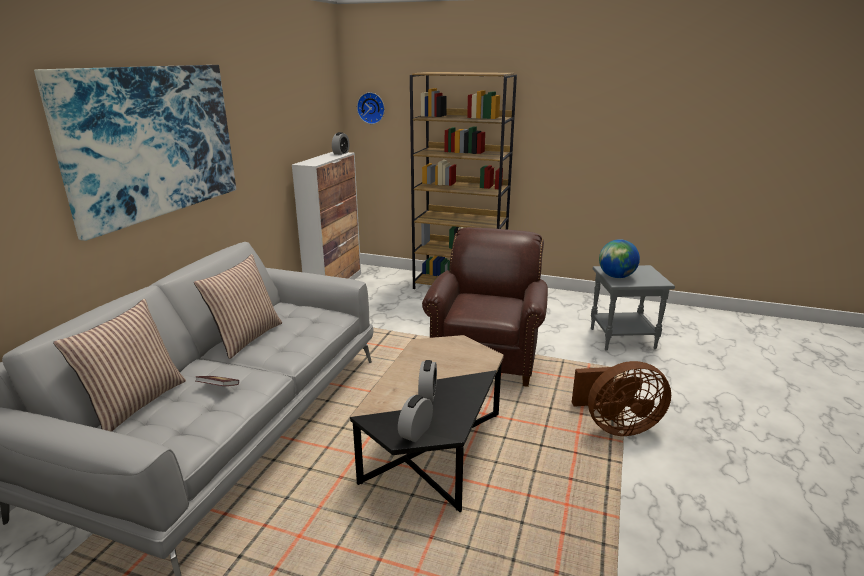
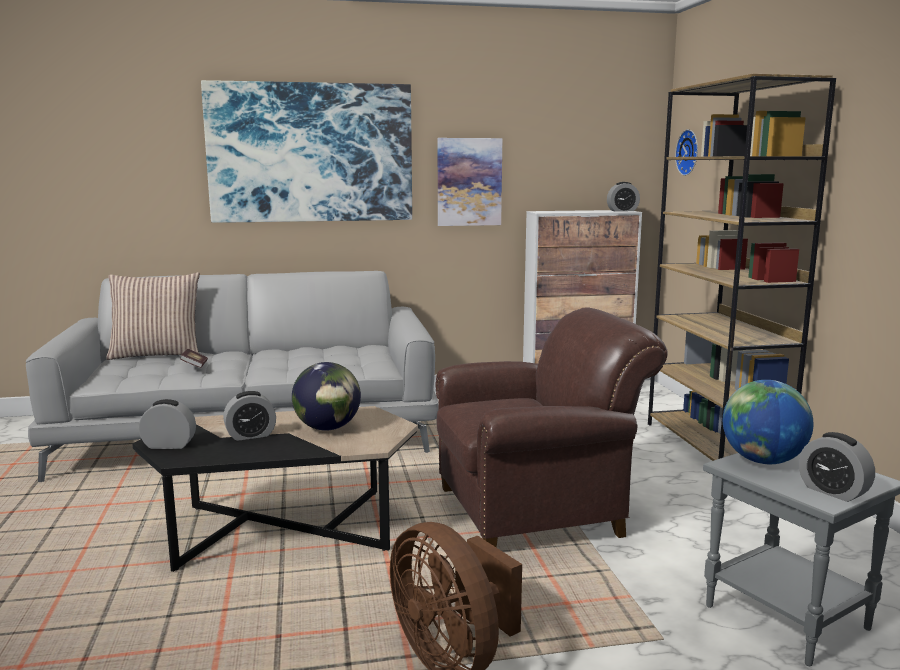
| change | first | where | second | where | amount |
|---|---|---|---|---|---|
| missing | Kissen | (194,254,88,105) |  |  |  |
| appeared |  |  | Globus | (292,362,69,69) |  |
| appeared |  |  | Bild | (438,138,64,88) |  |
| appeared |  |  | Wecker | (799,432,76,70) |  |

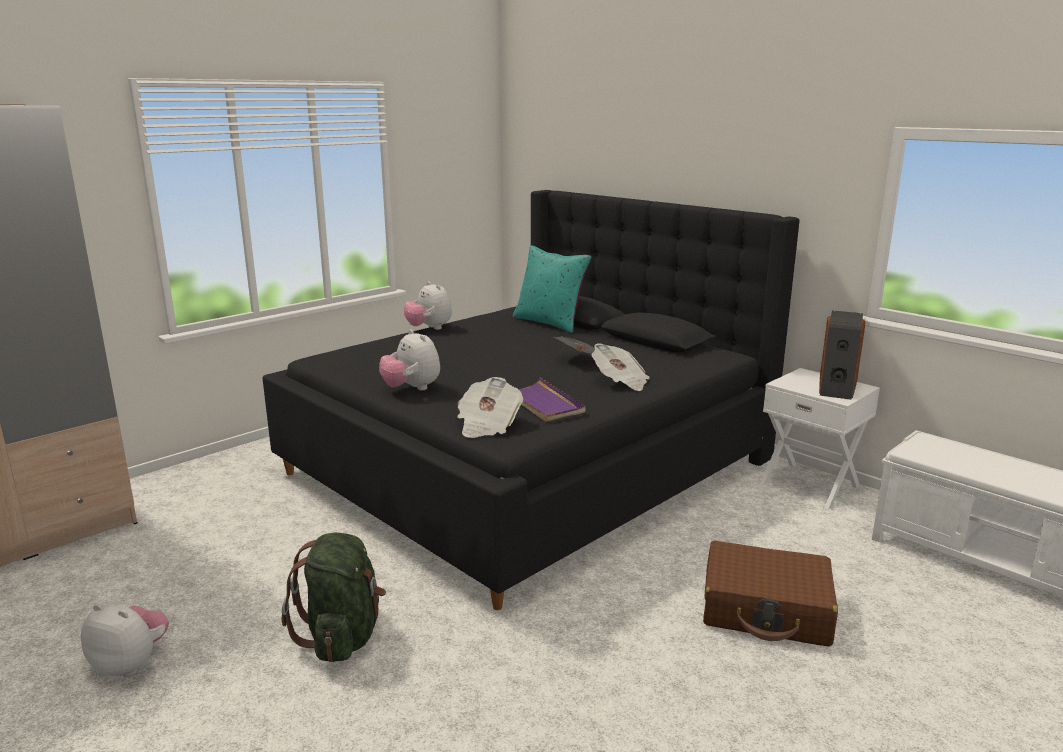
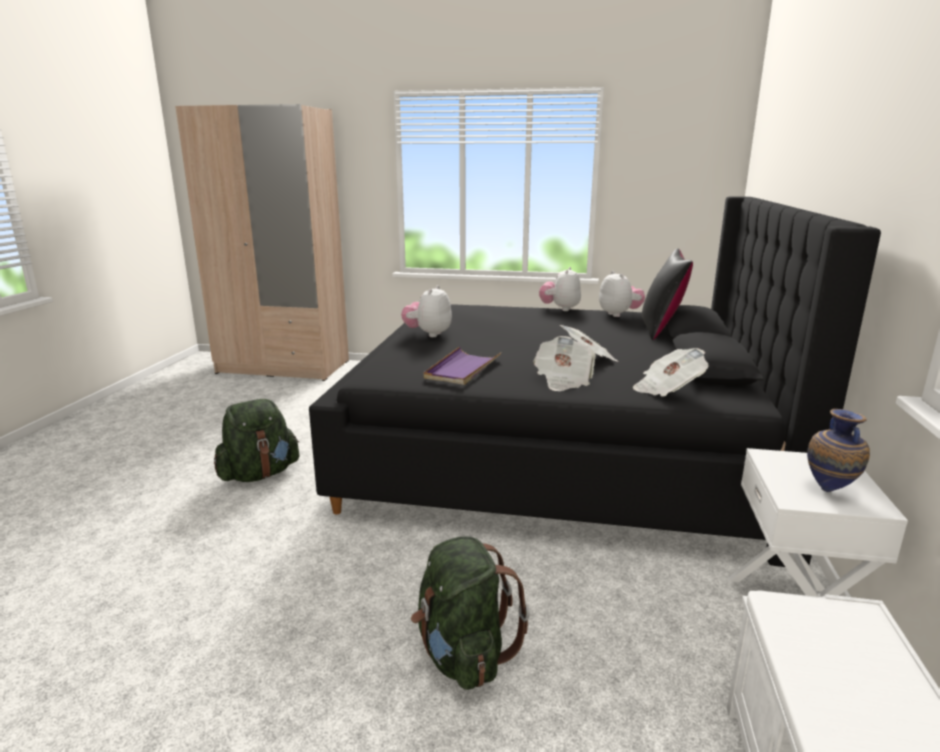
| change | first | where | second | where | amount |
|---|---|---|---|---|---|
| relocated | Plüschtier | (81,604,88,73) |  | (599,271,46,46) |  |
| relocated | Zeitung | (457,377,66,61) |  | (633,348,76,49) |  |
| exchanged | Koffer/braun | (703,541,135,106) | Rucksack/grün | (411,536,119,154) |  |
| exchanged | Lautsprecher | (819,311,46,89) | Vase | (807,409,63,83) |  |
| colour | Kissen/türkis | (513,245,79,88) | Kissen/schwarz | (642,248,51,92) |  |

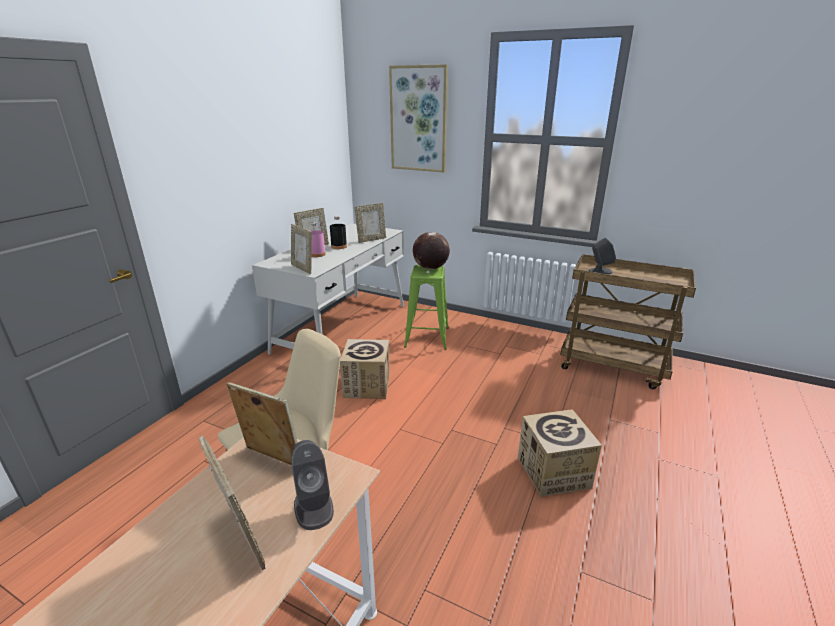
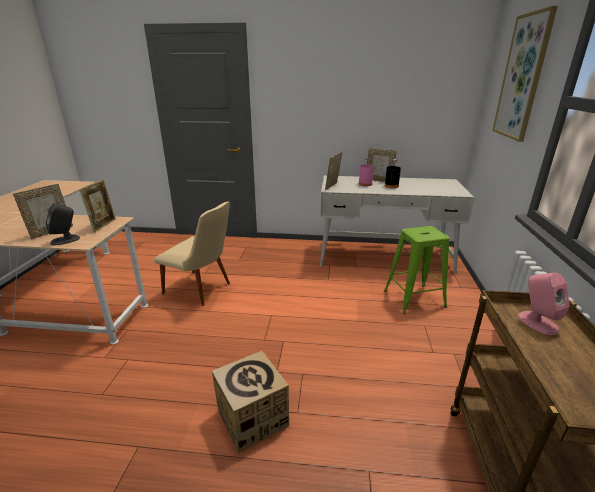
| change | first | where | second | where | amount |
|---|---|---|---|---|---|
| missing | Karton | (340,339,49,60) |  |  |  |
| missing | Bilderrahmen | (354,203,32,40) |  |  |  |
| missing | Globus | (413,232,37,37) |  |  |  |
| colour | Lautsprecher/grau | (589,238,27,36) | Lautsprecher/rosa | (517,273,52,62) |  |

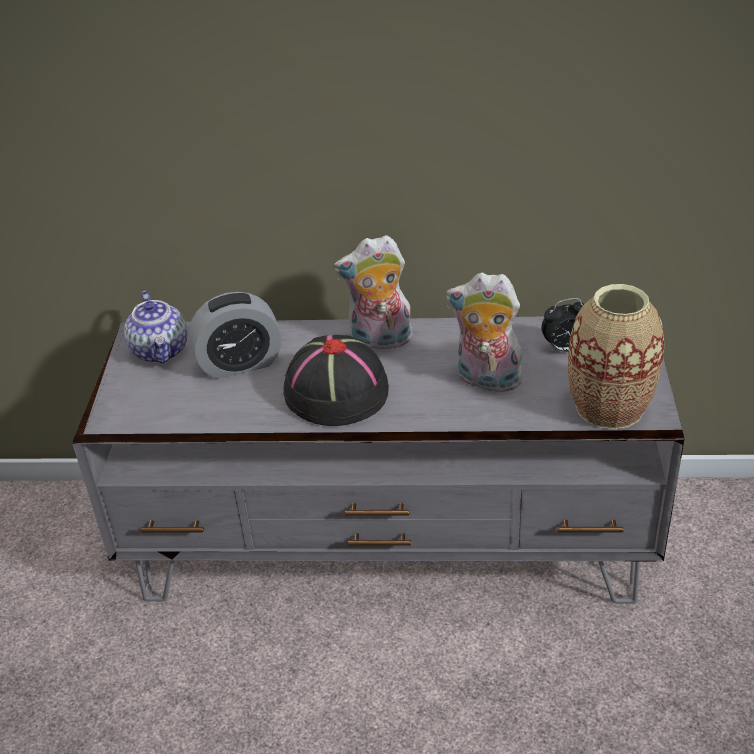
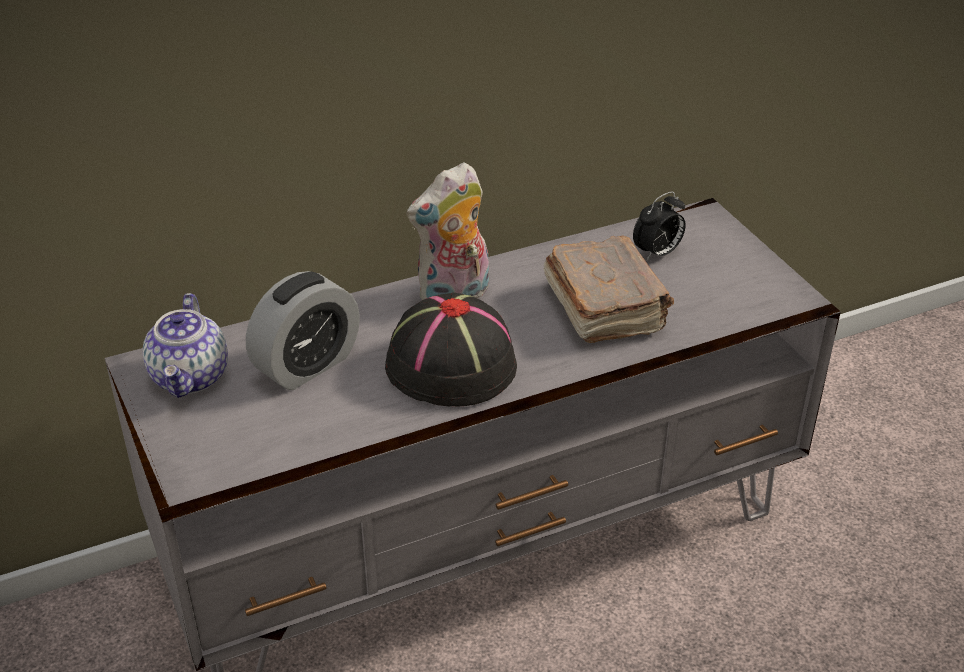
| change | first | where | second | where | amount |
|---|---|---|---|---|---|
| missing | Vase | (568,284,97,146) |  |  |  |
| exchanged | Plüschtier | (446,273,77,119) | Buch/braun | (543,235,131,108) |  |
| spun | Teekanne | (124,291,63,72) |  | (143,293,85,105) | 45 degrees clockwise |

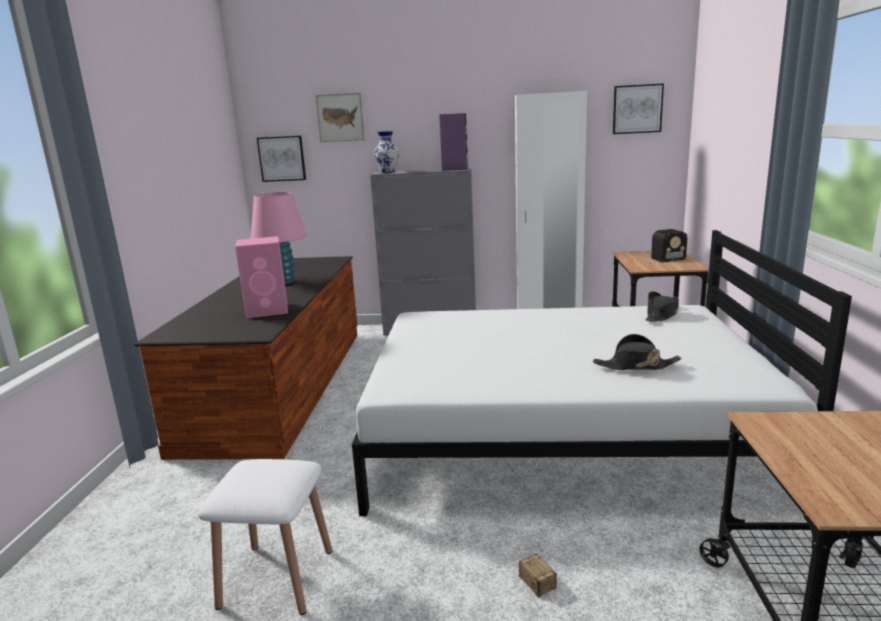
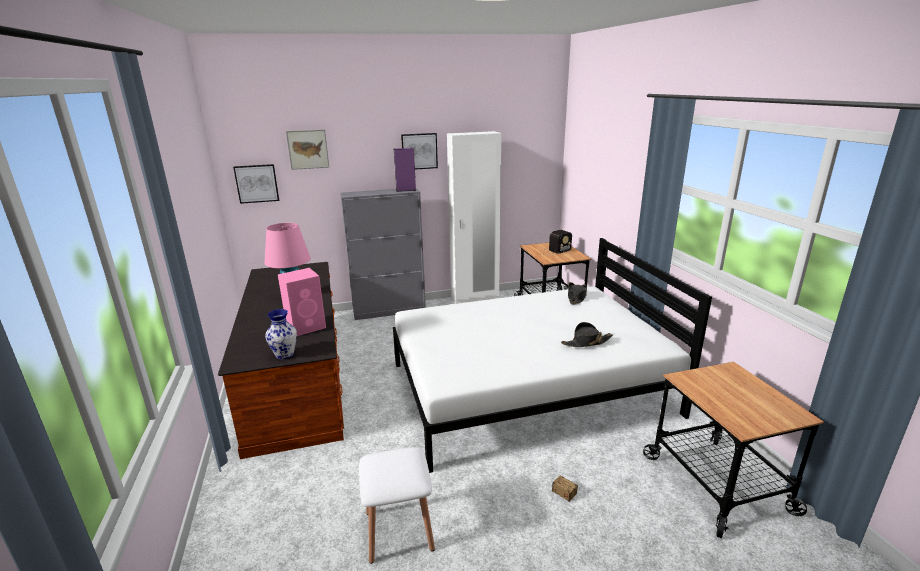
| change | first | where | second | where | amount |
|---|---|---|---|---|---|
| relocated | Vase | (374,131,25,42) |  | (265,309,32,50) |  |
| relocated | Bild | (613,84,51,50) |  | (401,133,37,37) |  |

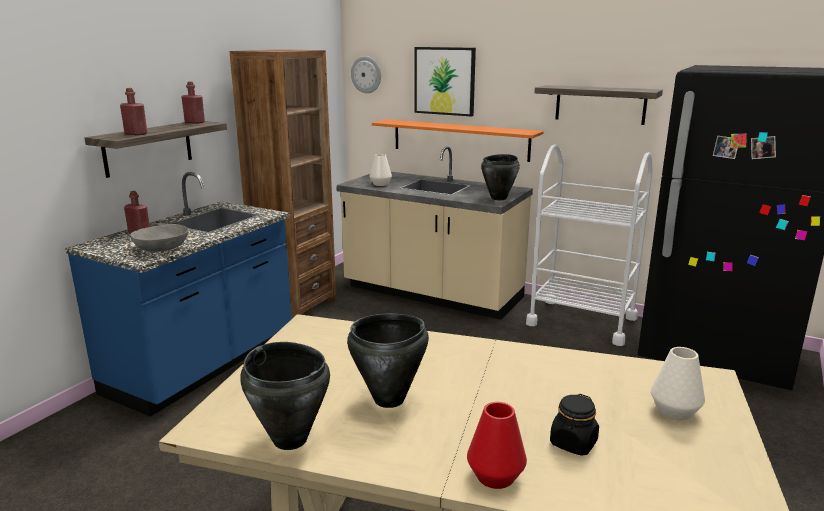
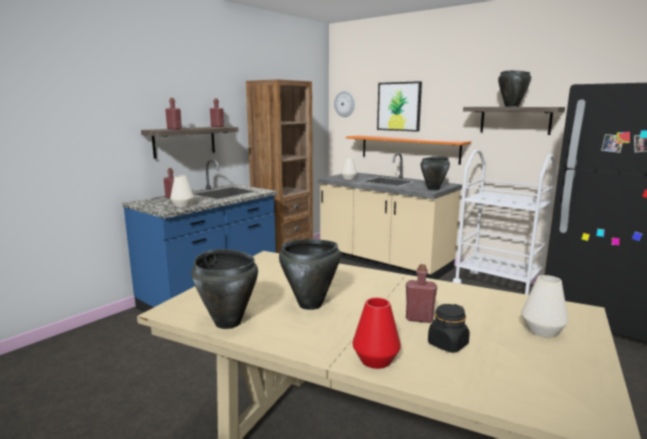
| change | first | where | second | where | amount |
|---|---|---|---|---|---|
| appeared |  |  | Flasche/rot | (406,264,31,59) |  |
| appeared |  |  | Kochtopf/schwarz | (498,70,33,37) |  |
| exchanged | Schüssel/grau | (130,224,59,28) | Vase/weiß | (170,176,24,31) |  |

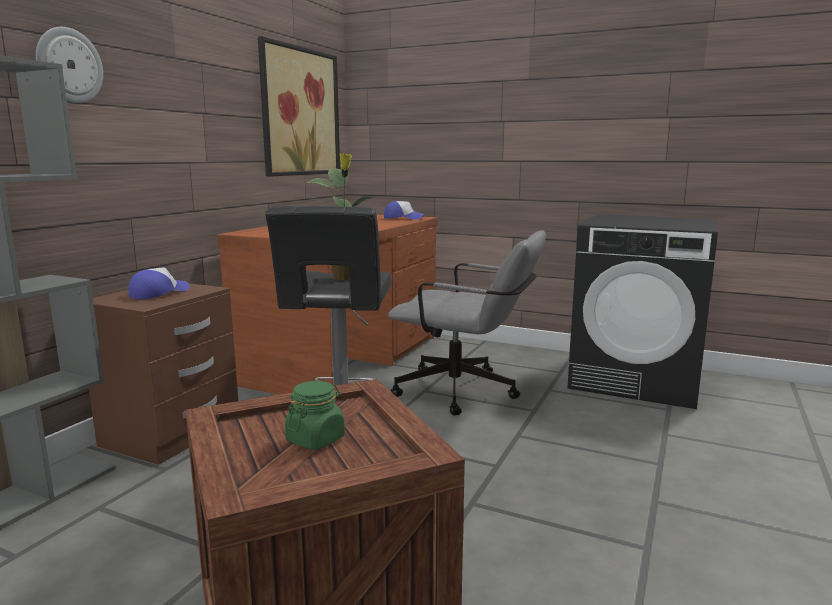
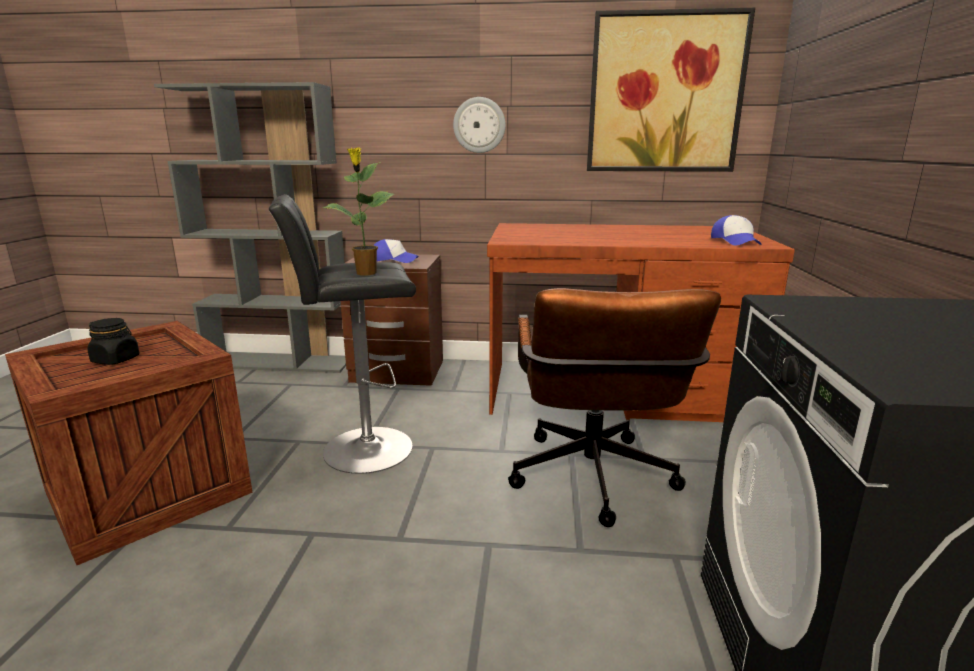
| change | first | where | second | where | amount |
|---|---|---|---|---|---|
| relocated | Wanduhr | (36,27,67,76) |  | (453,97,53,56) |  |
| colour | Vorratsglas/grün | (285,381,60,69) | Vorratsglas/schwarz | (88,318,51,47) |  |
| colour | Bürostuhl/grau | (388,230,158,186) | Bürostuhl/braun | (508,288,213,239) |  |

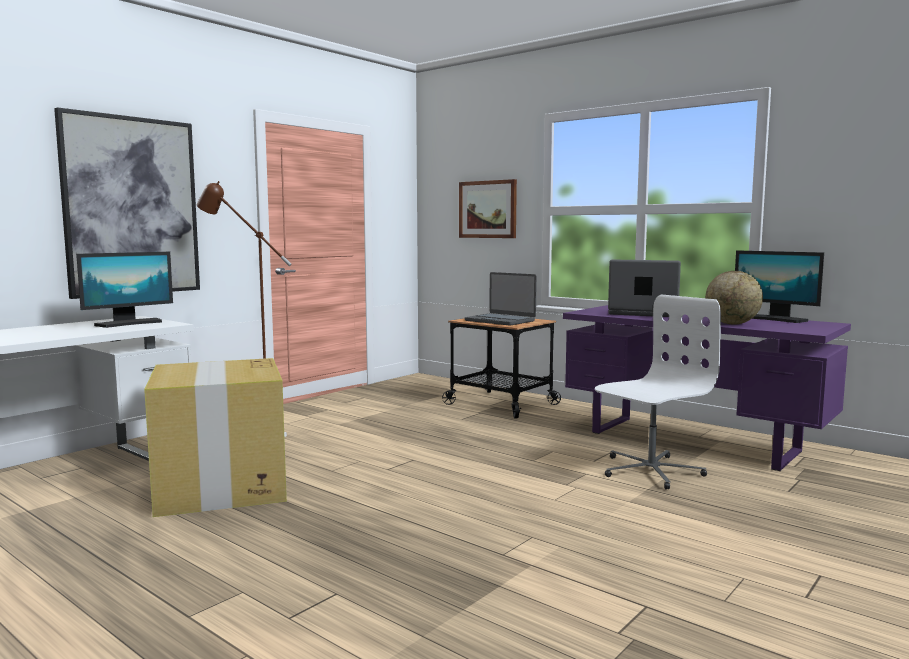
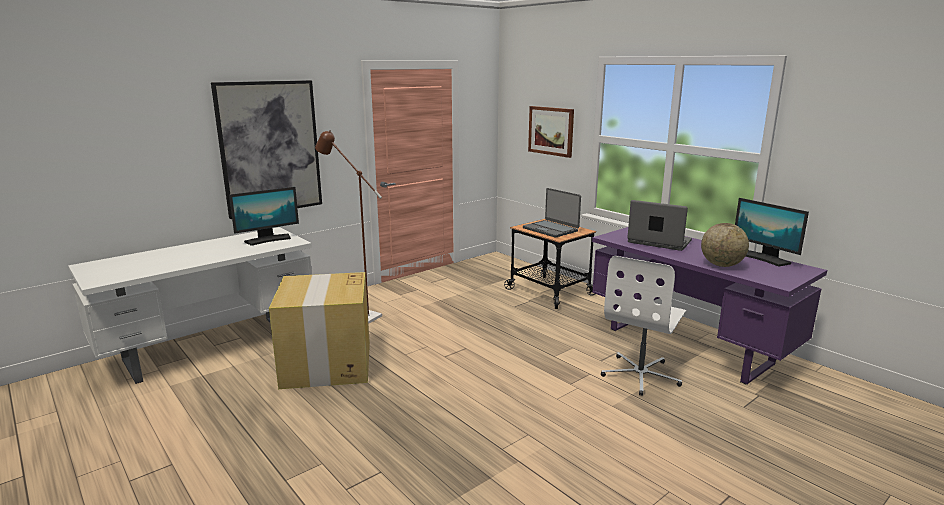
| change | first | where | second | where | amount |
|---|---|---|---|---|---|
| spun | Bürostuhl/weiß | (595,295,126,194) |  | (601,256,85,140) | 150 degrees clockwise |

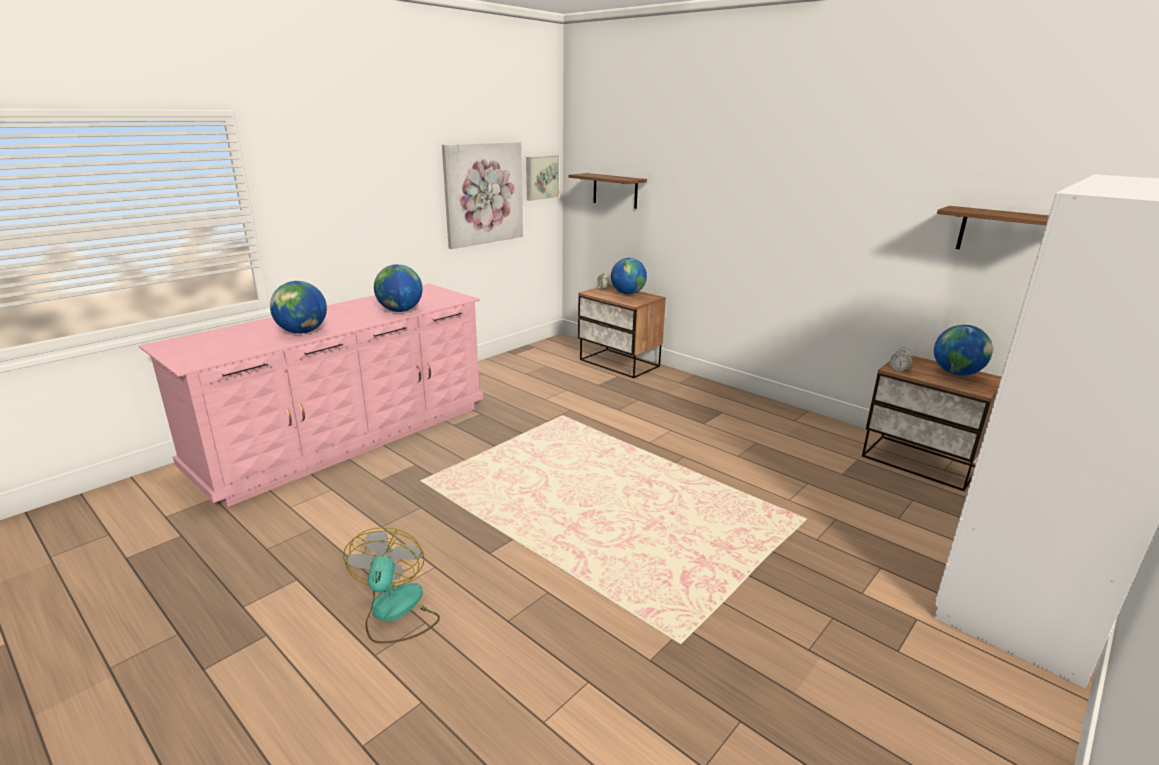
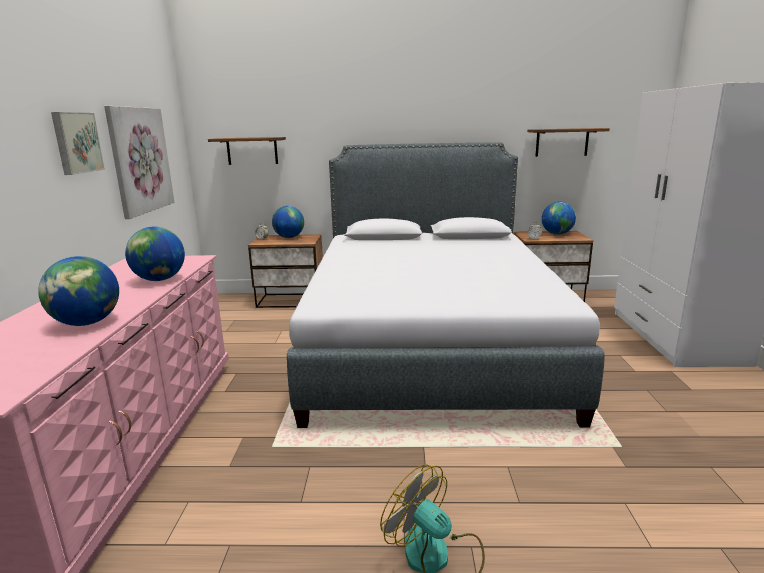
| change | first | where | second | where | amount |
|---|---|---|---|---|---|
| appeared |  |  | Bett/grau | (287,142,318,286) |  |
| relocated | Bild | (526,155,33,46) |  | (51,112,54,63) |  |

